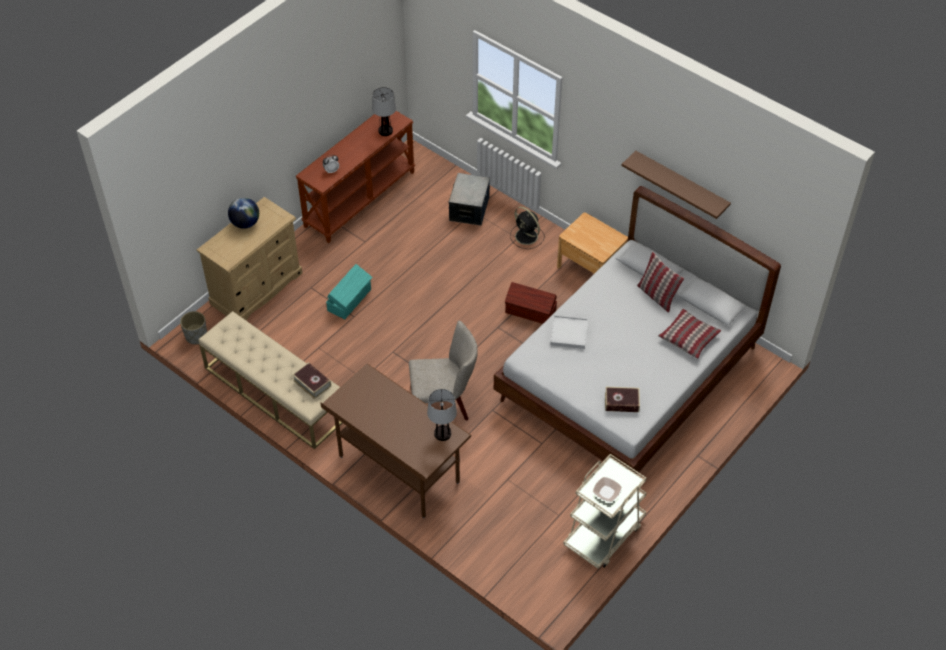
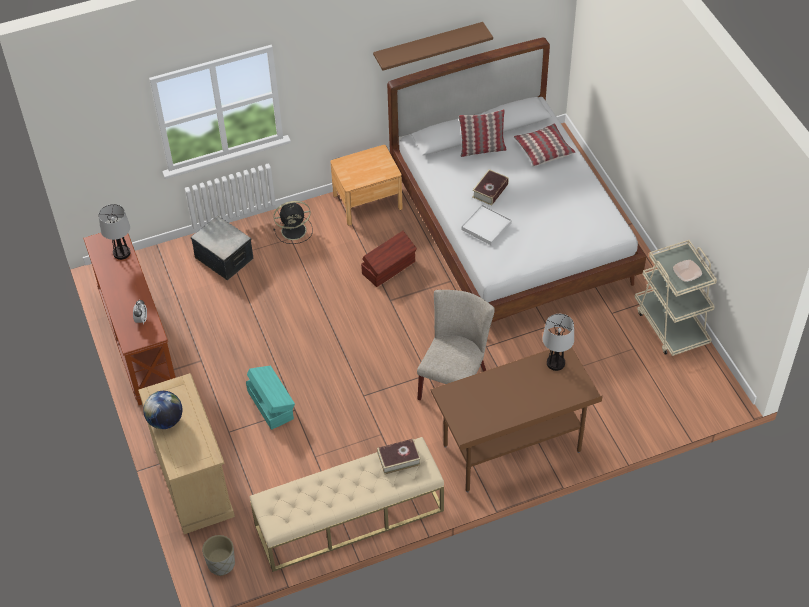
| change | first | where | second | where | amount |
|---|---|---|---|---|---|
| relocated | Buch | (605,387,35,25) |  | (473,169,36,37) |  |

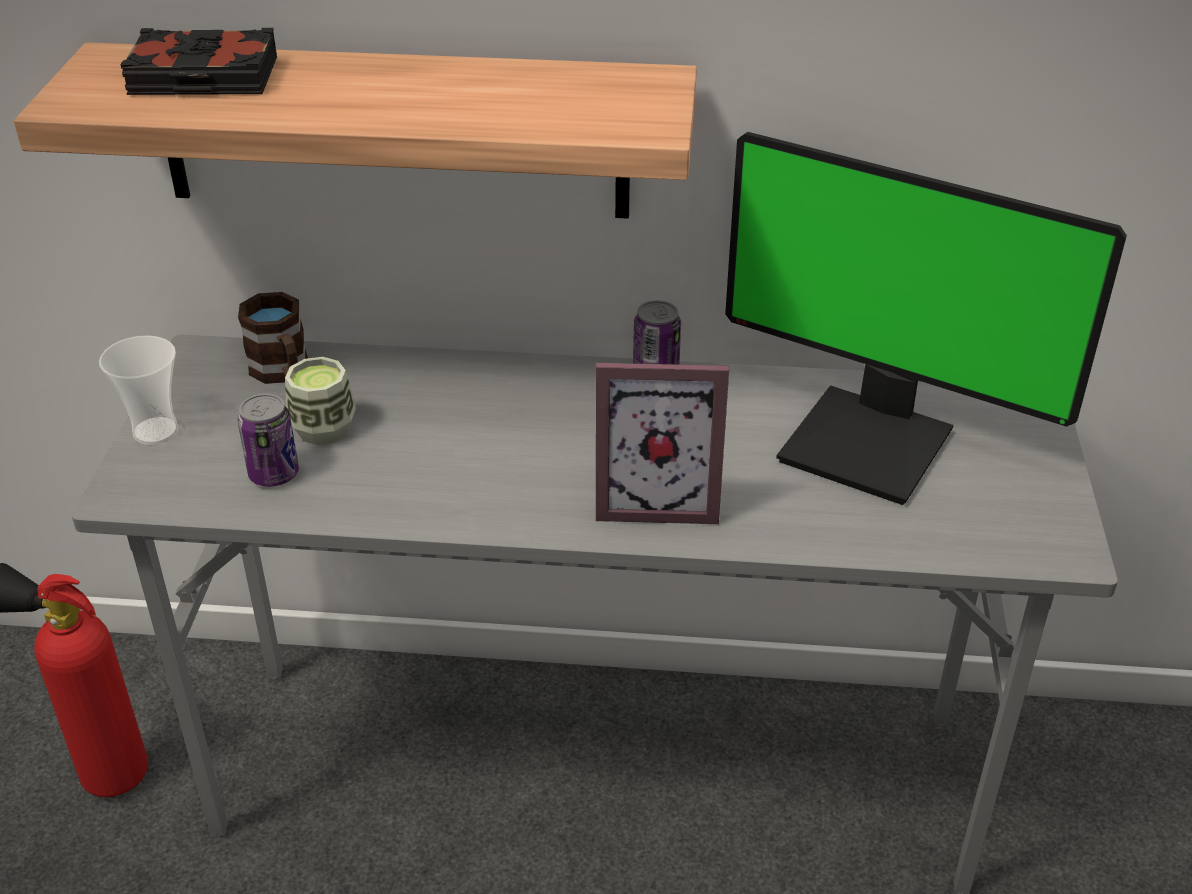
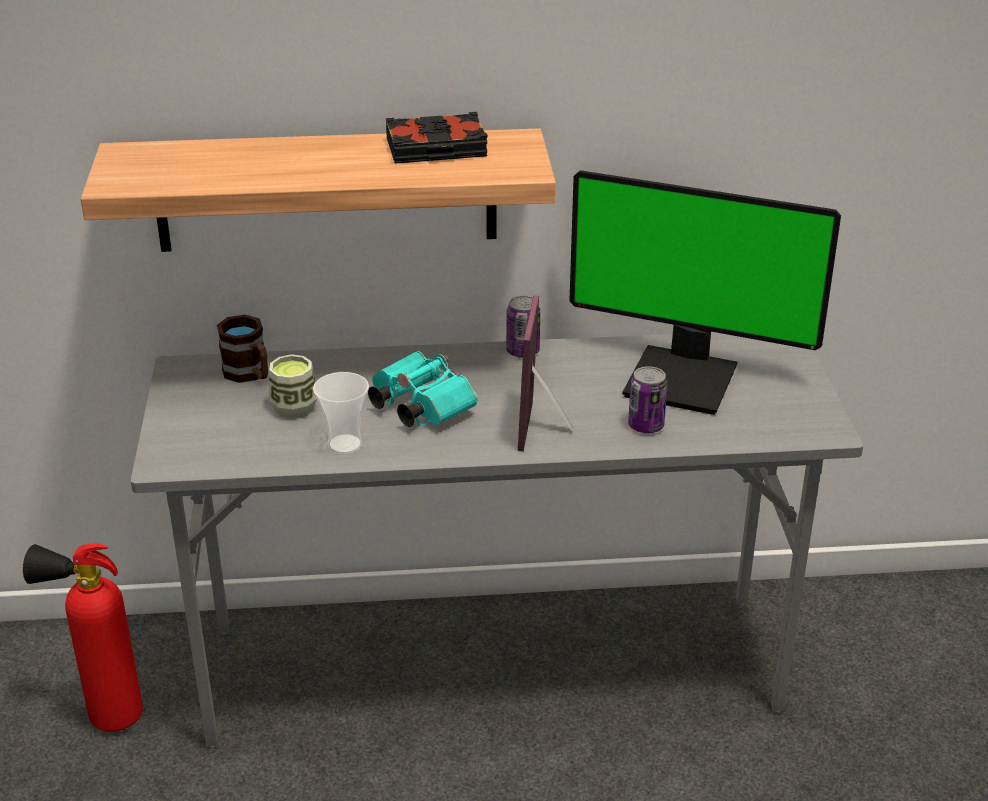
| change | first | where | second | where | amount |
|---|---|---|---|---|---|
| appeared |  |  | Fernglas/türkis | (368,351,110,76) |  |
| relocated | Tasse | (99,335,80,110) |  | (313,372,56,82) |  |
| relocated | Buch/schwarz | (120,28,157,67) |  | (386,112,102,52) |  |
| relocated | Dose | (237,393,62,94) |  | (628,366,40,67) |  |
| spun | Bilderrahmen | (596,363,133,161) |  | (518,295,54,156) | 105 degrees clockwise |

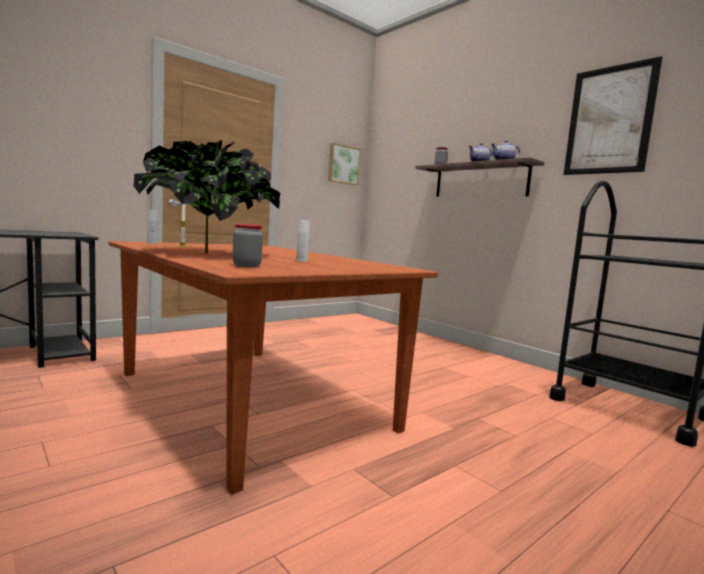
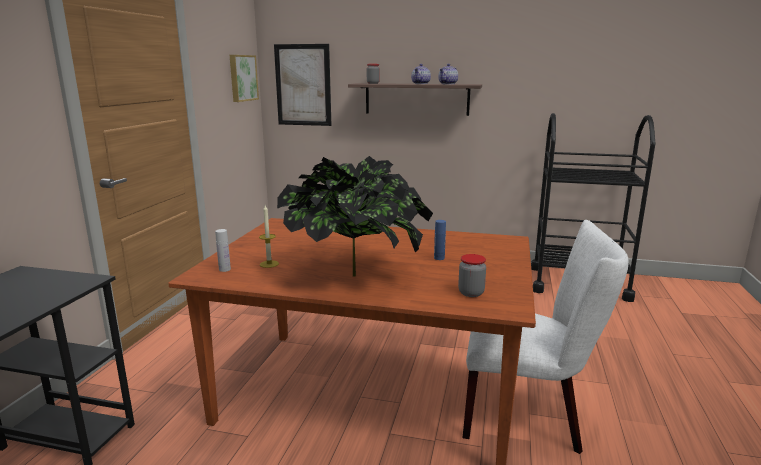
| change | first | where | second | where | amount |
|---|---|---|---|---|---|
| appeared |  |  | Stuhl/weiß | (463,220,166,234) |  |
| relocated | Bild | (564,56,99,119) |  | (274,44,58,82) |  |
| colour | Flasche/weiß | (296,220,14,42) | Flasche/blau | (434,220,12,40) |  |

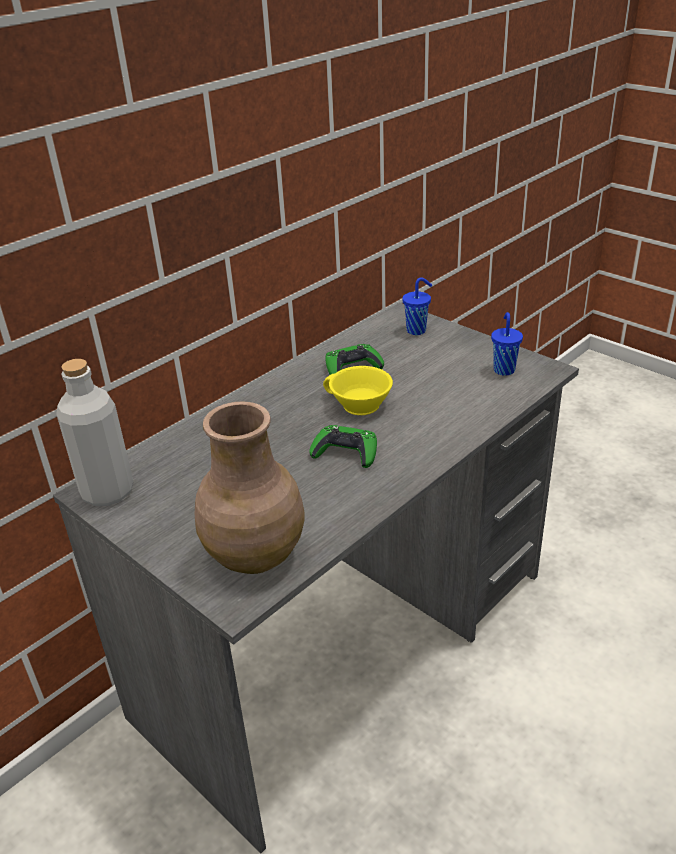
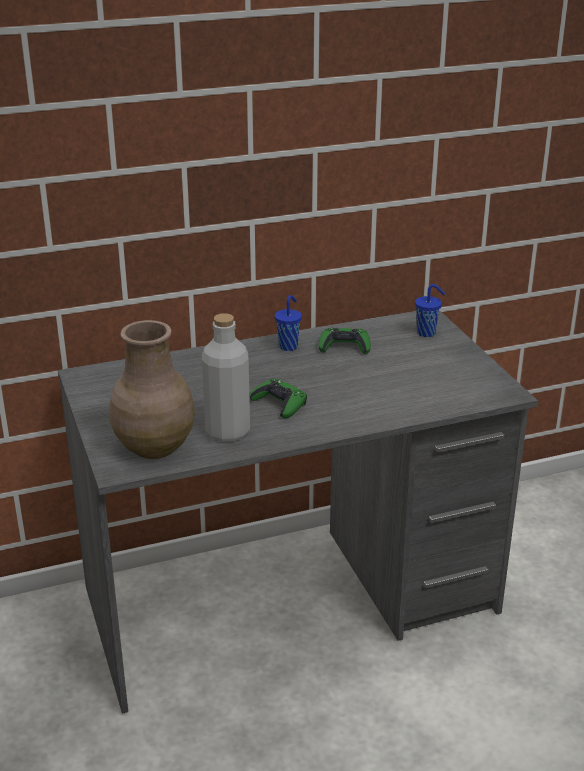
| change | first | where | second | where | amount |
|---|---|---|---|---|---|
| missing | Tasse/gelb | (323,366,70,49) |  |  |  |
| relocated | Flasche/grau | (56,359,77,147) |  | (202,313,48,129) |  |
| relocated | Tasse/blau | (491,312,32,64) |  | (275,295,27,56) |  |

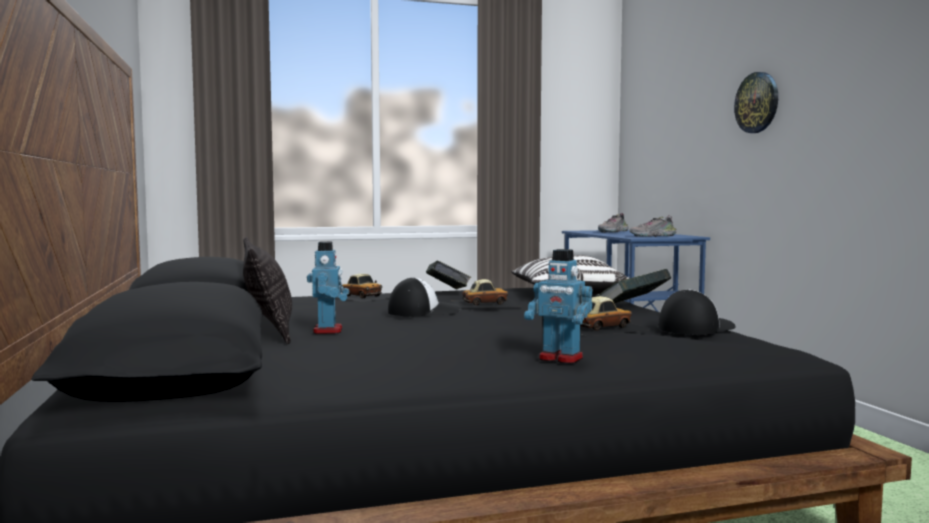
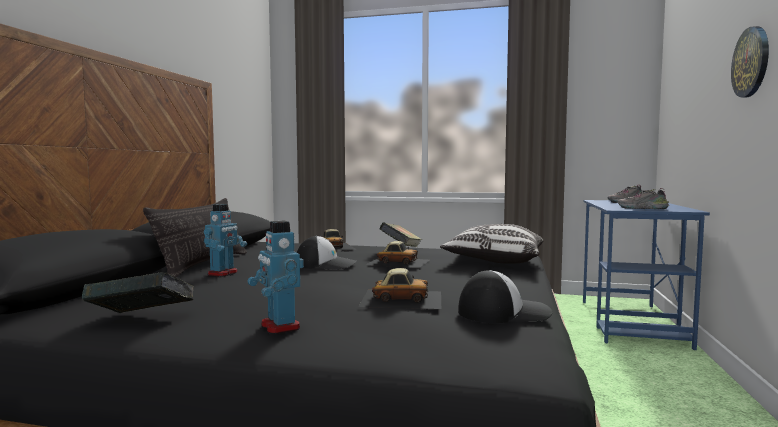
| change | first | where | second | where | amount |
|---|---|---|---|---|---|
| relocated | Buch | (597,269,74,35) |  | (82,272,112,41) |  |

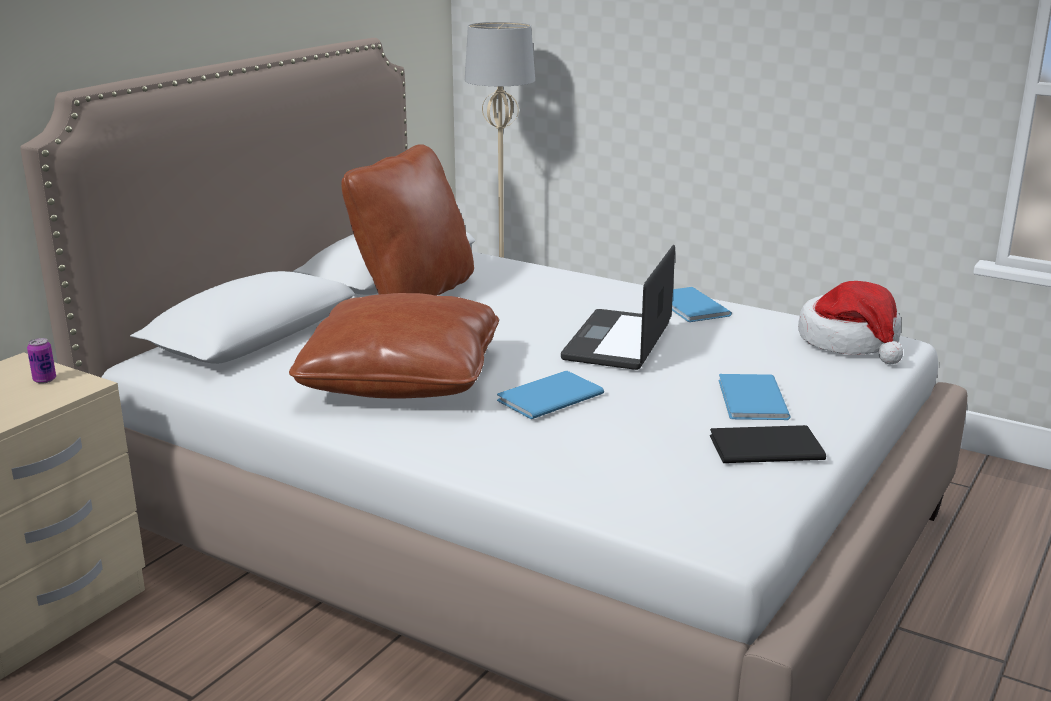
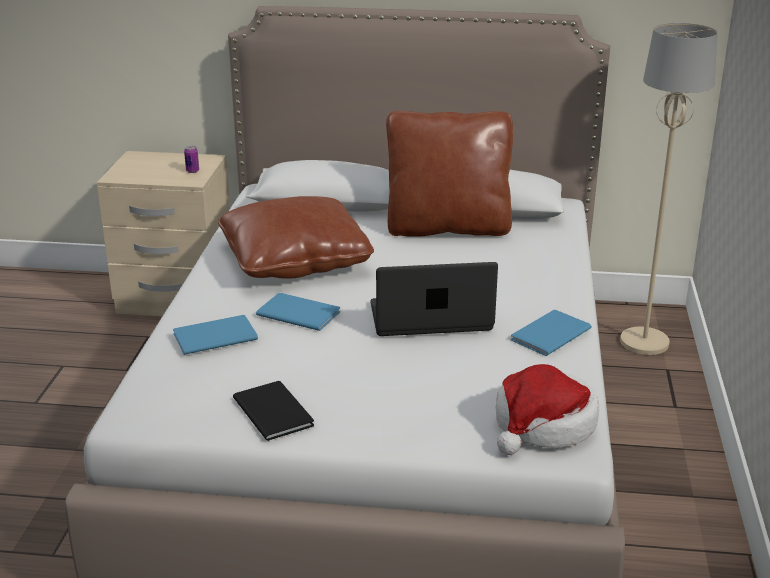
| change | first | where | second | where | amount |
|---|---|---|---|---|---|
| relocated | Buch/blau | (718,374,73,46) |  | (173,315,85,40) |  |

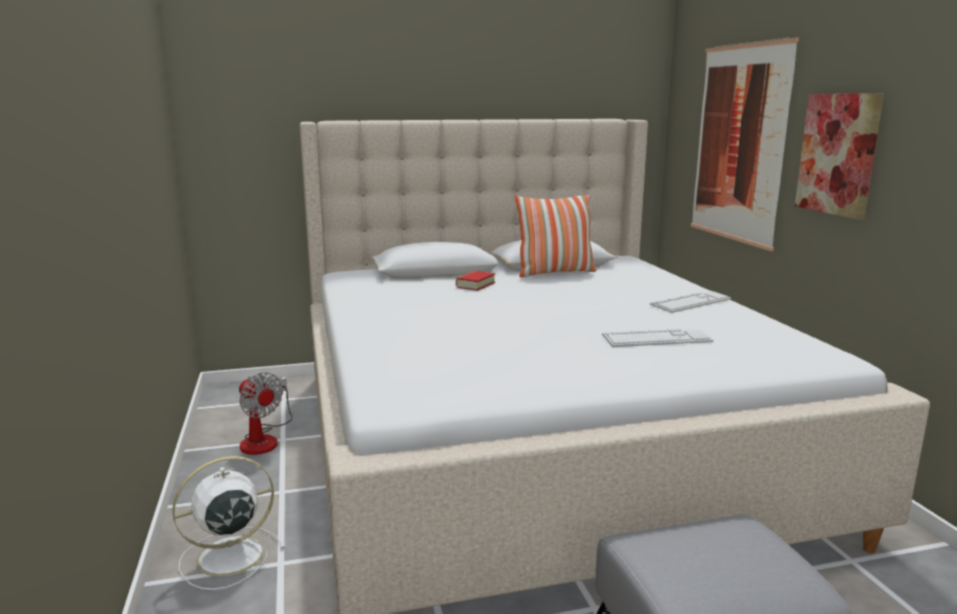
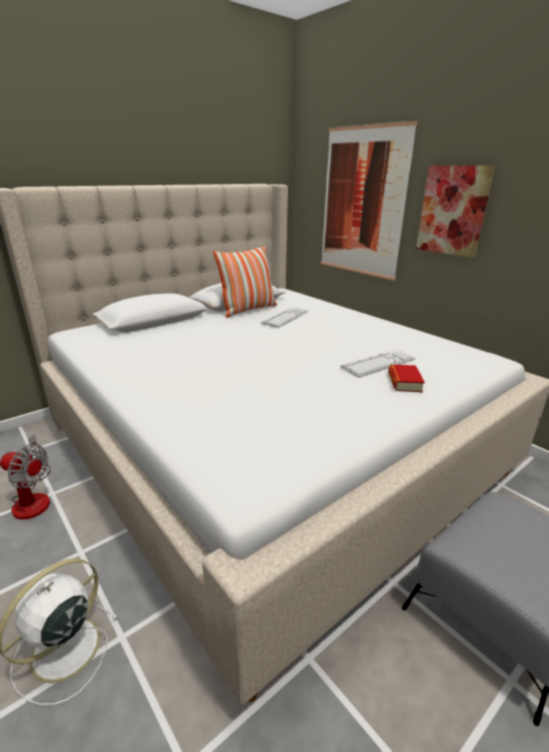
| change | first | where | second | where | amount |
|---|---|---|---|---|---|
| relocated | Buch | (456,271,39,20) |  | (388,364,37,28) |  |
| relocated | Tastatur | (650,290,81,23) |  | (261,307,47,21) |  |

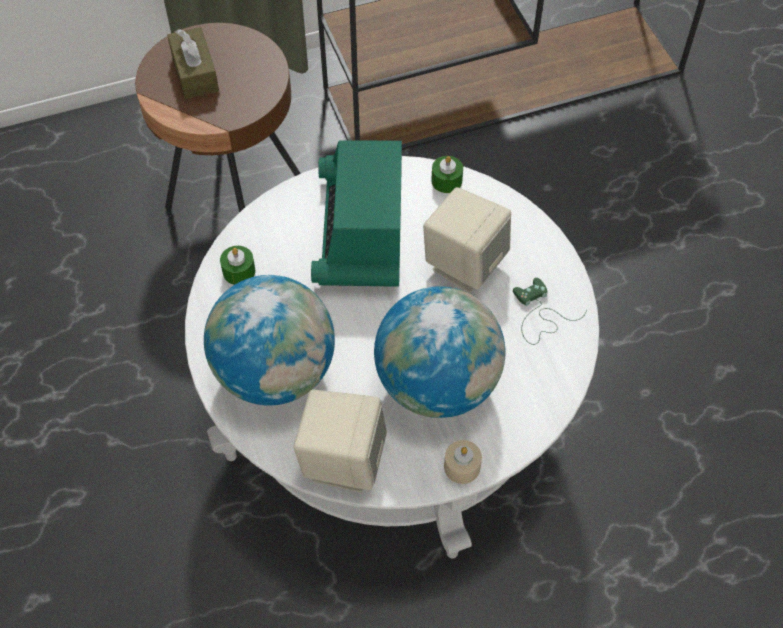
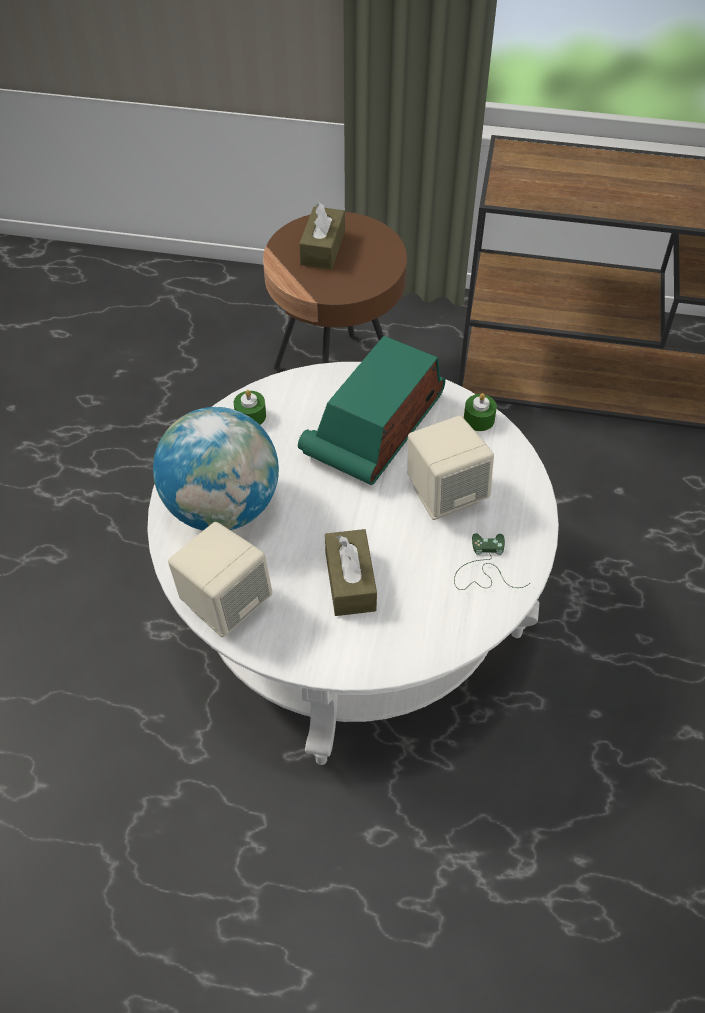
| change | first | where | second | where | amount |
|---|---|---|---|---|---|
| missing | Kerze/beige | (444,440,38,44) |  |  |  |
| exchanged | Globus | (374,286,131,132) | Taschentuchbox/braun | (325,529,52,87) |  |

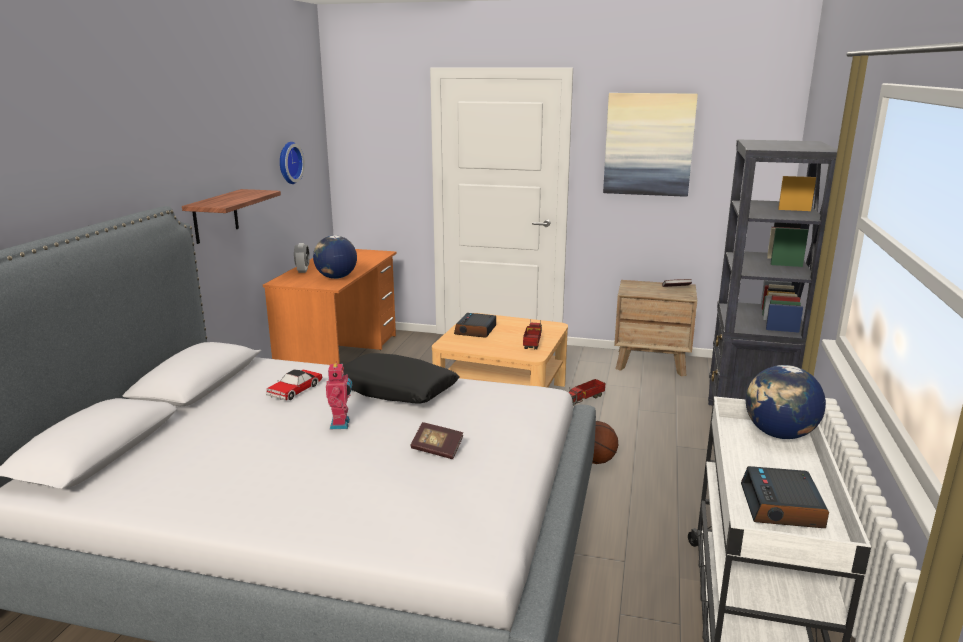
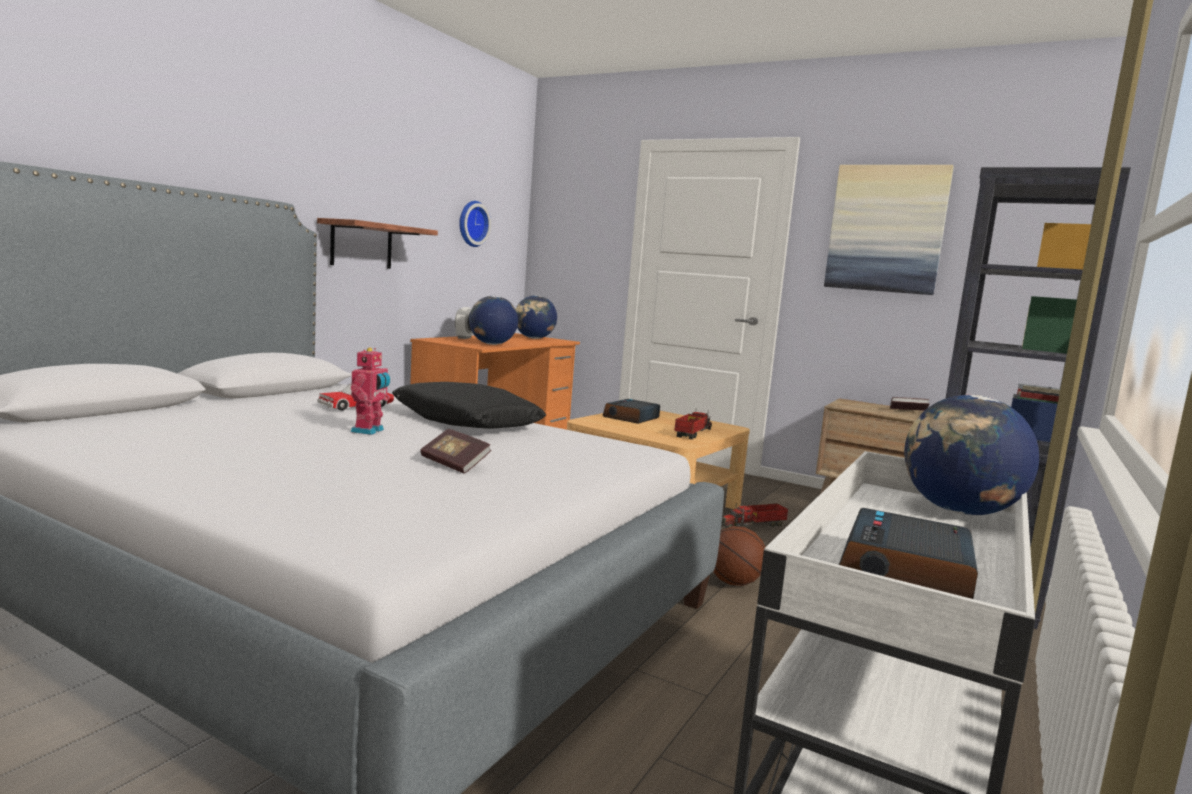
| change | first | where | second | where | amount |
|---|---|---|---|---|---|
| appeared |  |  | Globus | (516,295,41,44) |  |

